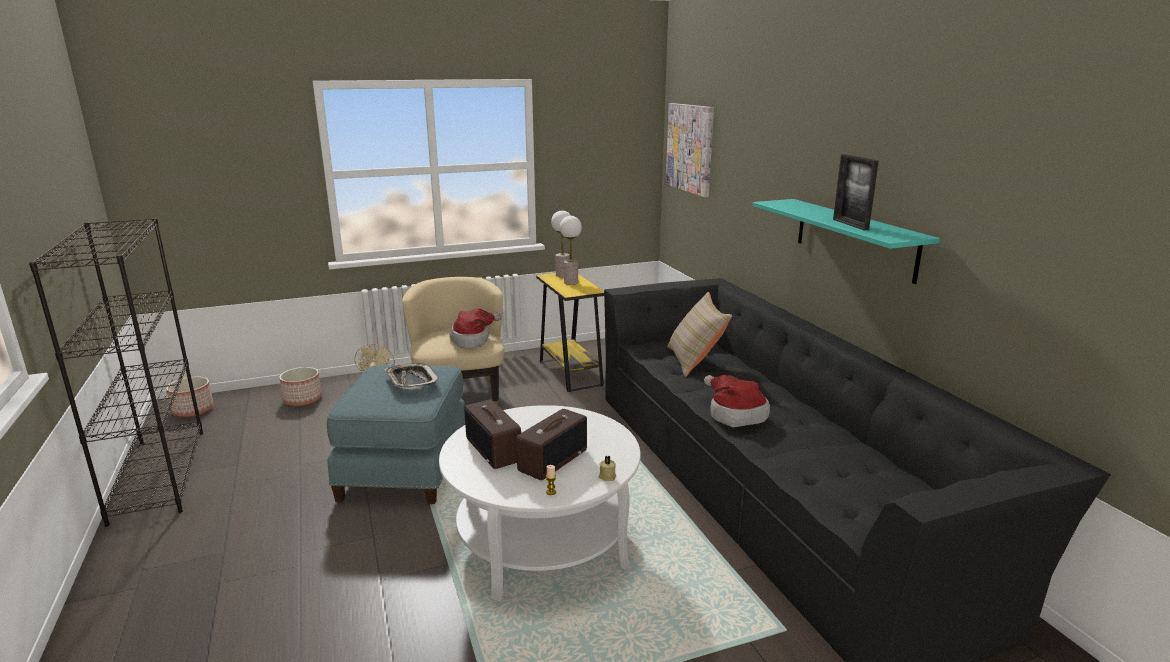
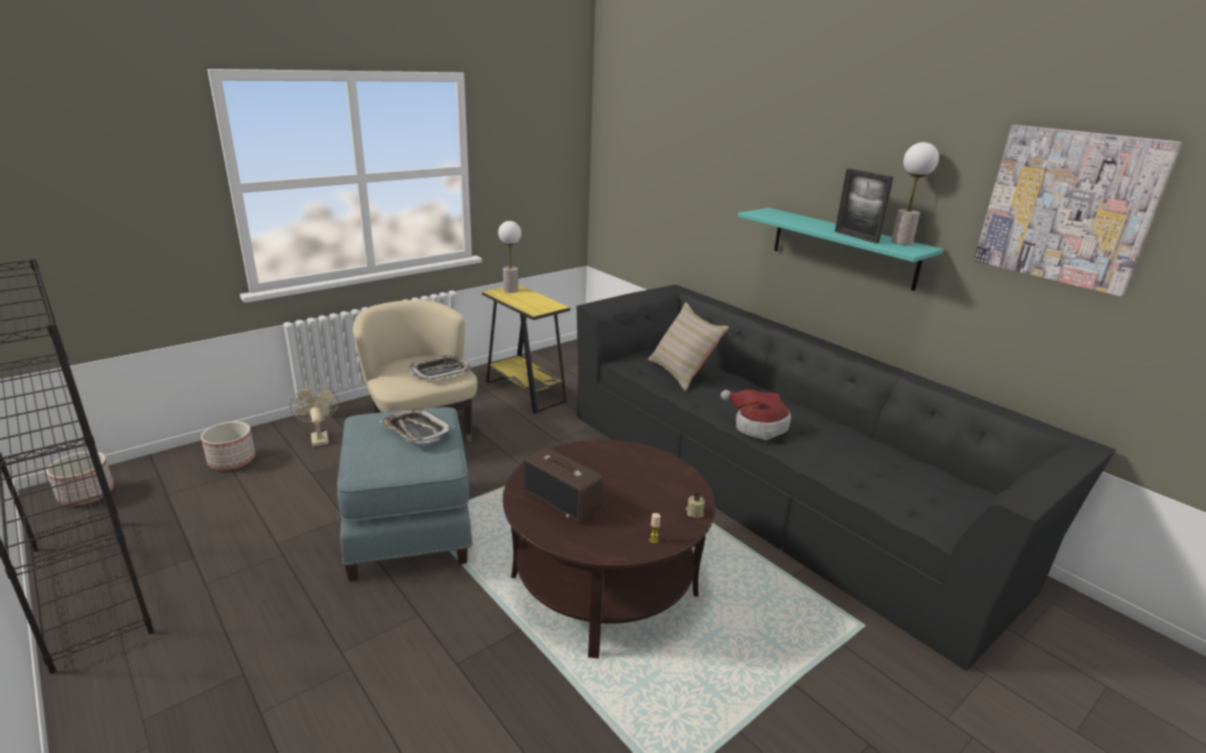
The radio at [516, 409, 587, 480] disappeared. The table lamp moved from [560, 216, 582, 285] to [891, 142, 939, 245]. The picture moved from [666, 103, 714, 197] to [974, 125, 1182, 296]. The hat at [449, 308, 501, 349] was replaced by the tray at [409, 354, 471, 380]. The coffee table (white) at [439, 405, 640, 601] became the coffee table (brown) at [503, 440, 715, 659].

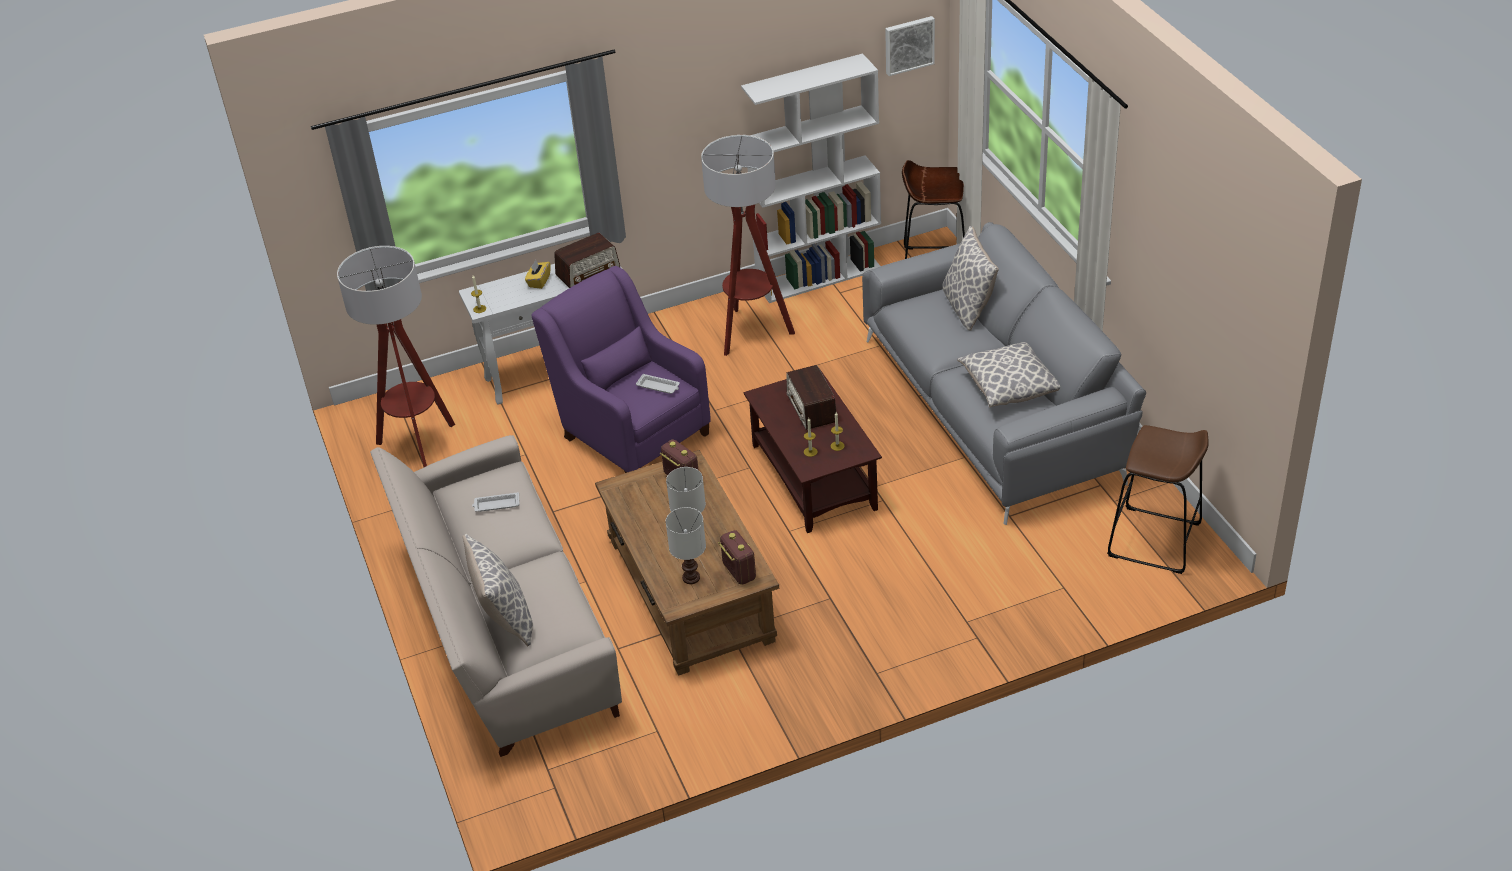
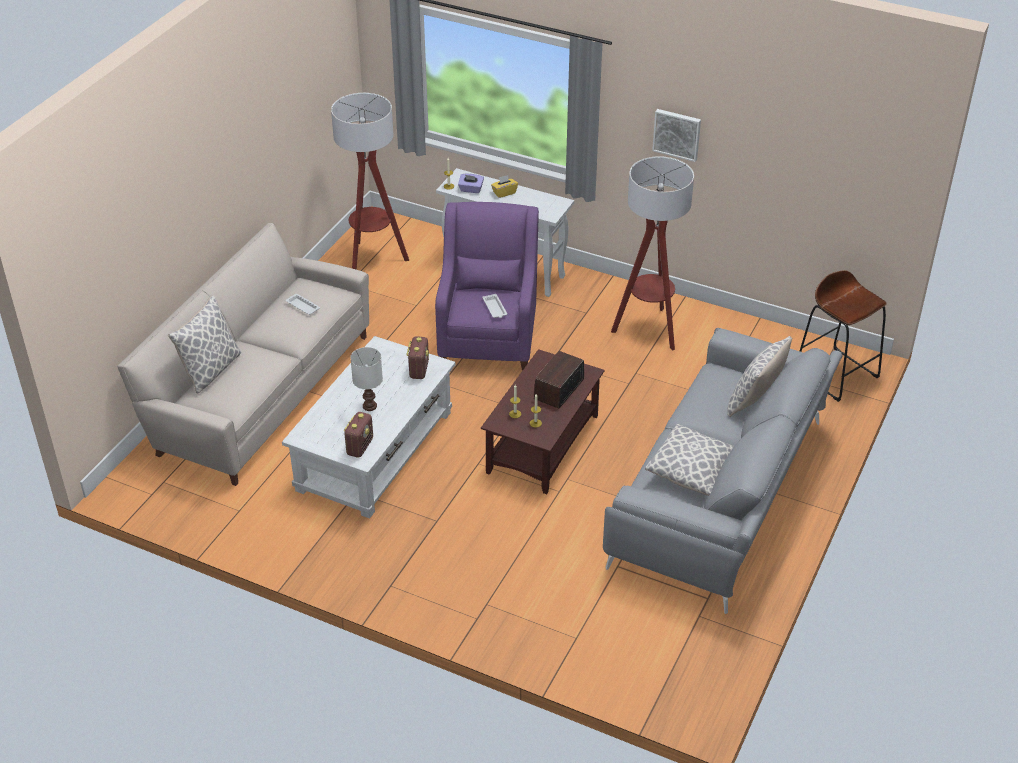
The radio at [554, 233, 620, 288] disappeared. The table lamp (white) at [666, 507, 706, 584] disappeared. The bookcase (white) at [741, 54, 881, 303] disappeared. The stool (brown) at [1107, 425, 1209, 574] disappeared. The tissue box (purple) at [458, 174, 484, 193] appeared. The picture moved from [885, 16, 935, 76] to [652, 109, 701, 162]. The coffee table (brown) at [595, 450, 779, 676] became the coffee table (white) at [282, 336, 456, 519].

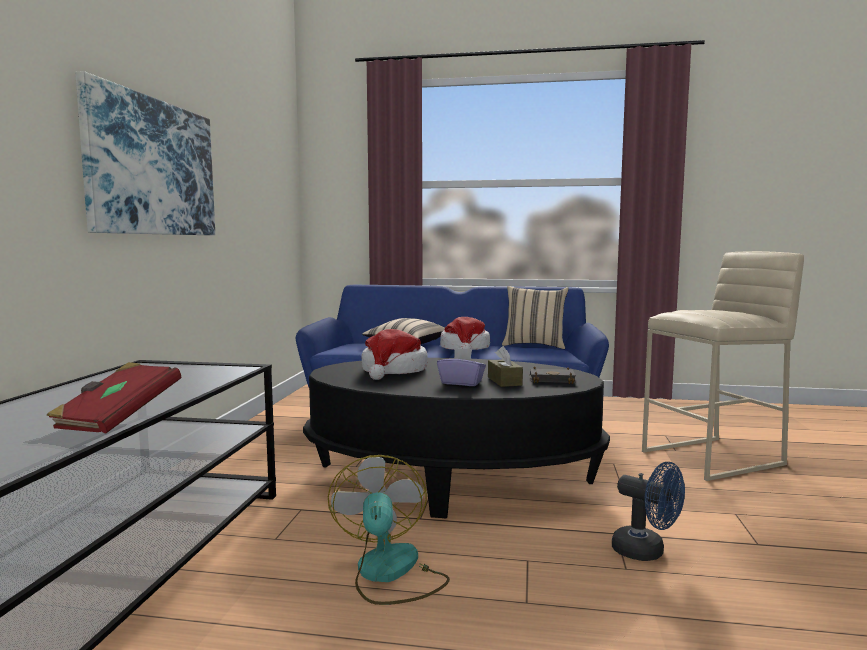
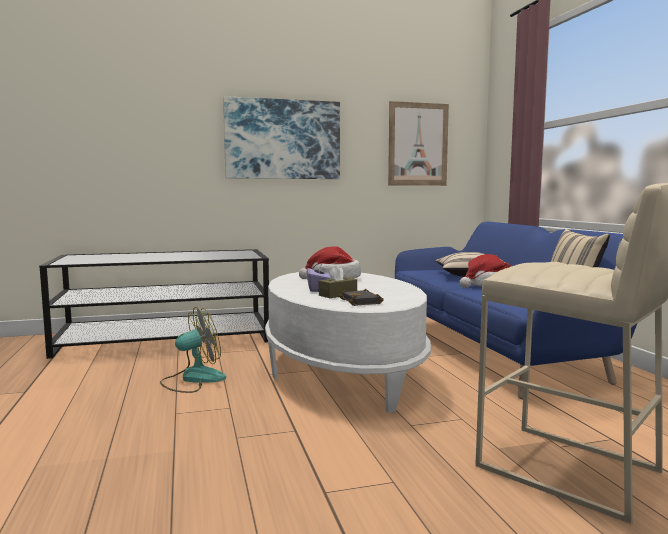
The book (red) at [46, 362, 181, 433] disappeared. The fan (blue) at [612, 462, 685, 561] disappeared. The picture at [388, 101, 449, 186] appeared. The coffee table (black) at [303, 358, 610, 518] became the coffee table (white) at [265, 272, 431, 413].

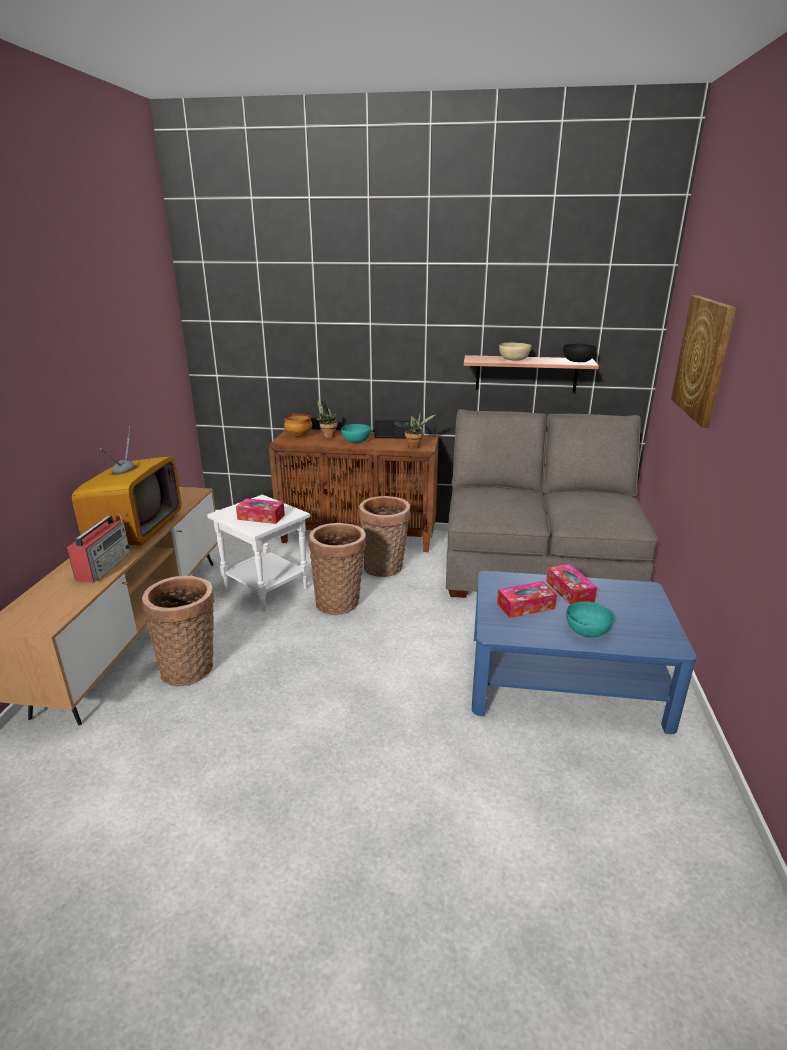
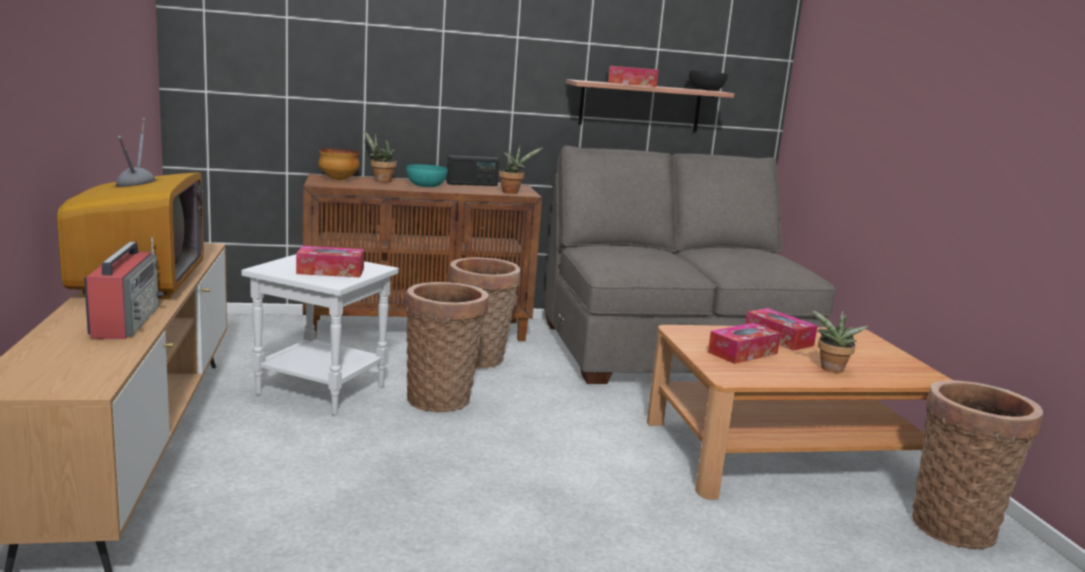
The picture at [671, 295, 736, 428] disappeared. The basket moved from [142, 576, 215, 686] to [912, 380, 1043, 549]. The bowl (beige) at [499, 343, 531, 361] was replaced by the tissue box at [608, 66, 659, 87]. The bowl (turquoise) at [566, 601, 613, 637] was replaced by the potted plant at [811, 310, 869, 373]. The coffee table (blue) at [472, 571, 697, 734] became the coffee table (brown) at [647, 325, 952, 500].

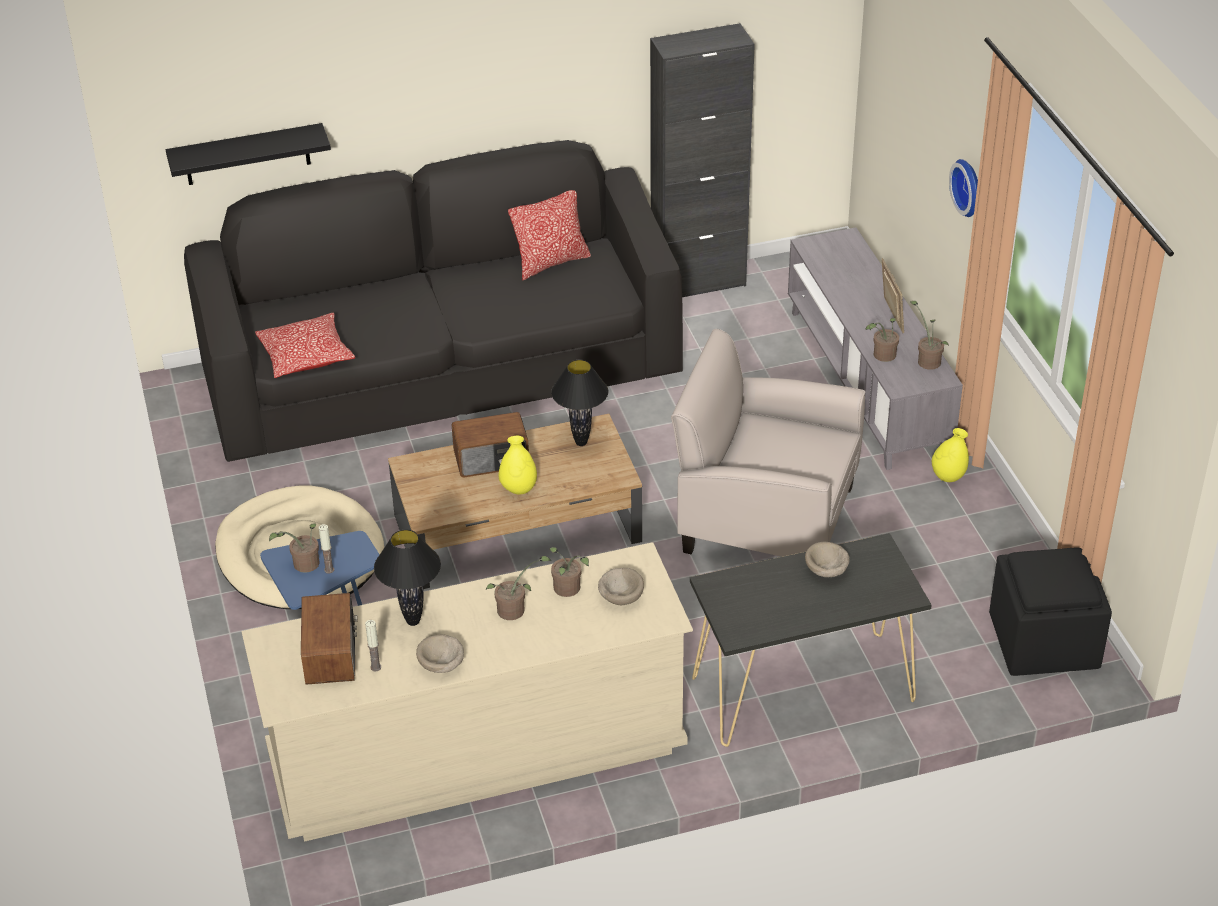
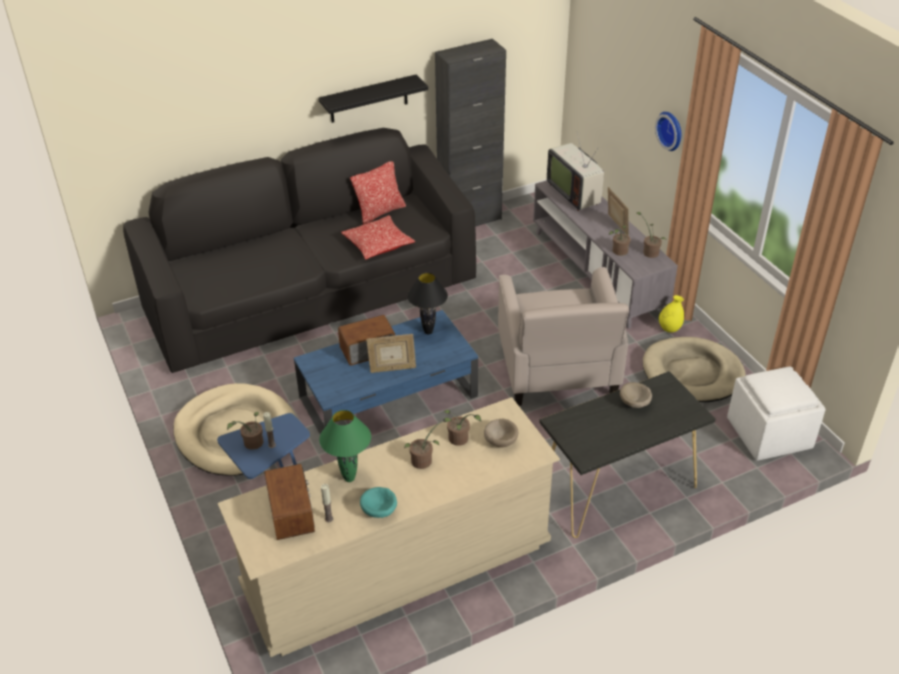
The television at [547, 133, 604, 211] appeared. The dog bed (beige) at [643, 337, 745, 402] appeared. The shelf (black) moved from [166, 123, 331, 185] to [319, 75, 428, 123]. The pillow moved from [255, 313, 355, 378] to [341, 215, 415, 260]. The vase (yellow) at [499, 436, 537, 495] was replaced by the picture frame at [366, 334, 416, 373]. The table lamp (black) at [374, 529, 441, 626] became the table lamp (green) at [319, 410, 371, 482]. The coffee table (brown) at [388, 414, 642, 589] became the coffee table (blue) at [294, 310, 478, 434]. The bowl (beige) at [416, 635, 464, 673] became the bowl (turquoise) at [360, 487, 397, 518]. The ottoman (black) at [989, 548, 1112, 676] became the ottoman (white) at [727, 367, 826, 461]. The armchair (beige) at [671, 329, 865, 557] turned 105 degrees counterclockwise.

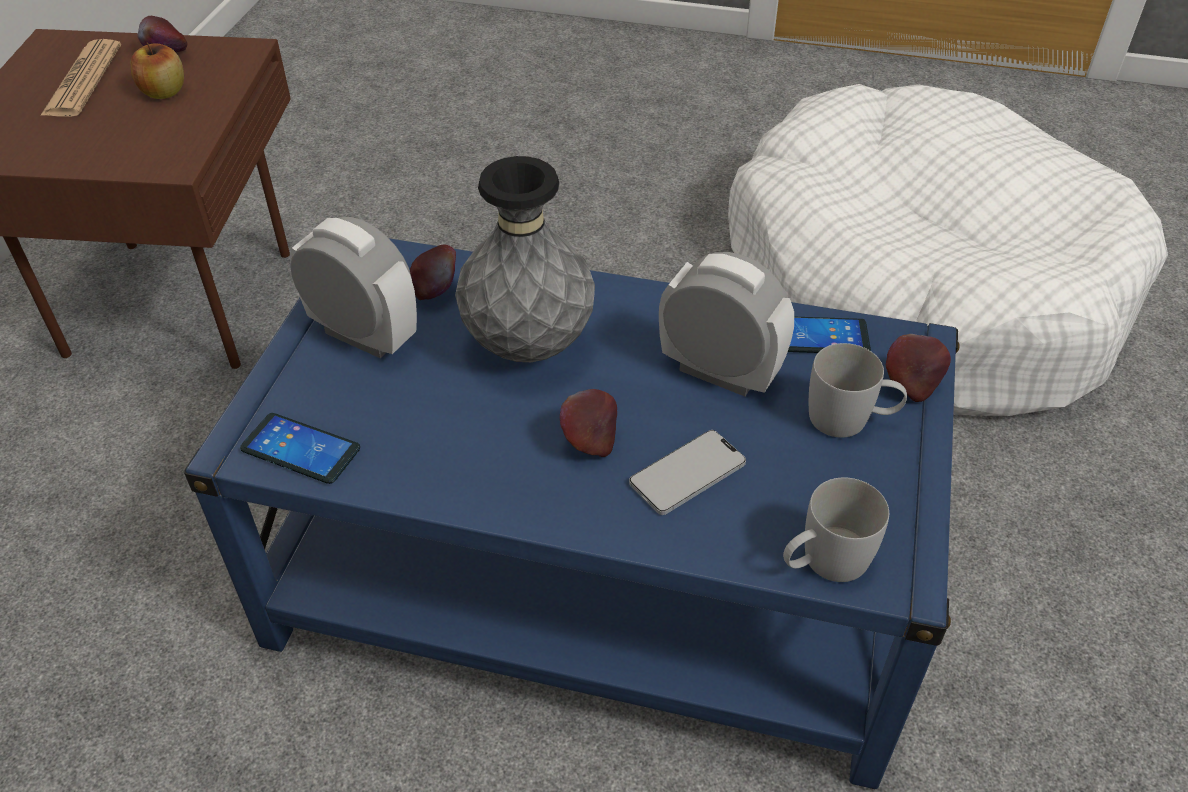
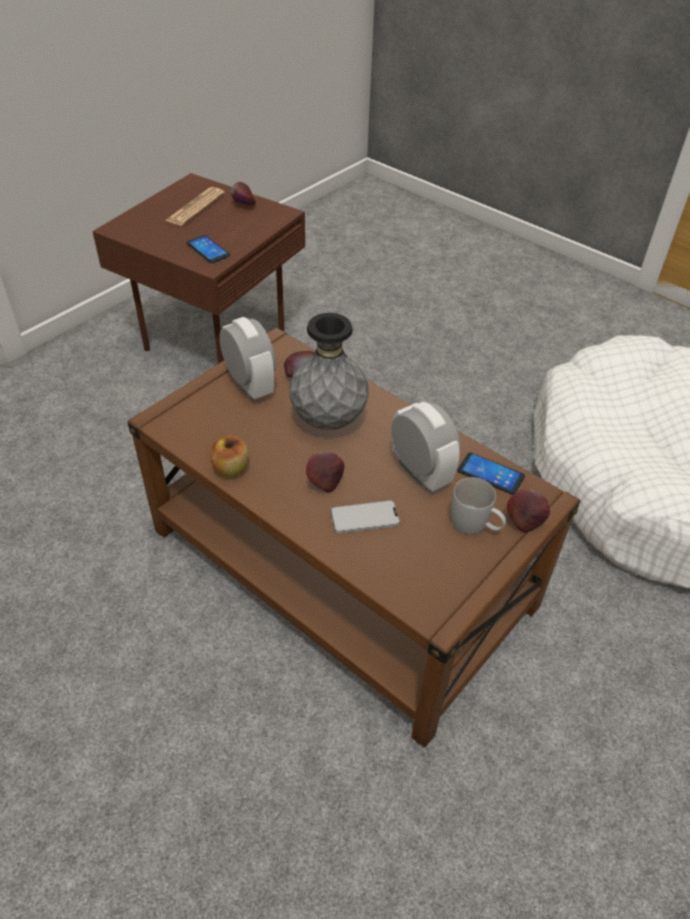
The mug (white) at [783, 477, 889, 582] disappeared. The apple moved from [131, 43, 184, 99] to [210, 435, 249, 477]. The phone moved from [240, 413, 360, 484] to [186, 235, 230, 263]. The coffee table (blue) at [184, 238, 960, 789] became the coffee table (brown) at [127, 328, 580, 748].

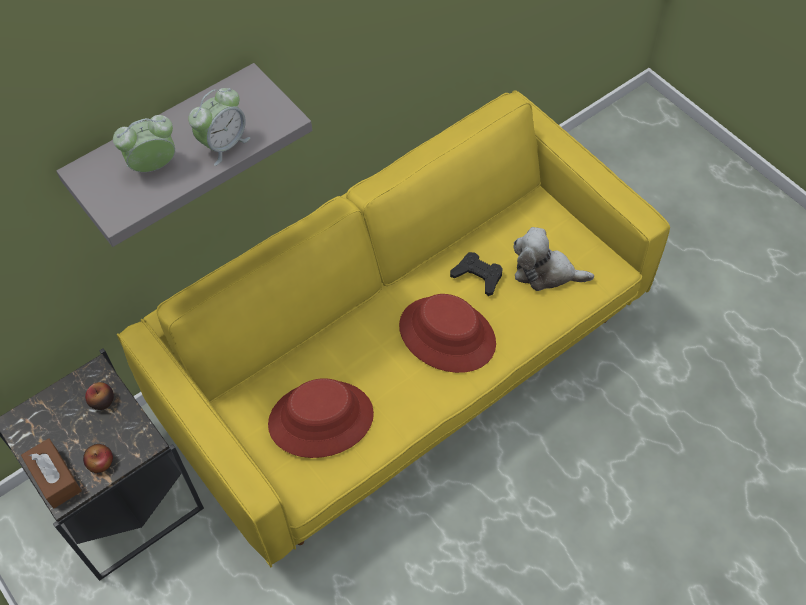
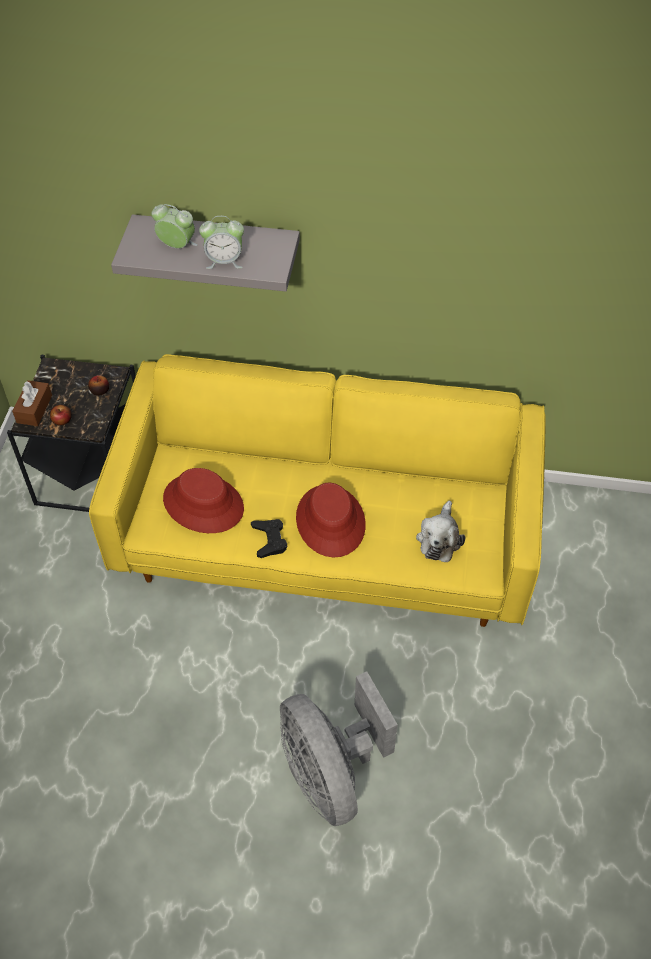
The fan (grey) at [280, 671, 398, 826] appeared. The game controller (black) moved from [450, 252, 503, 296] to [251, 519, 287, 558]. The plush toy at [514, 227, 594, 291] turned 135 degrees counterclockwise.

